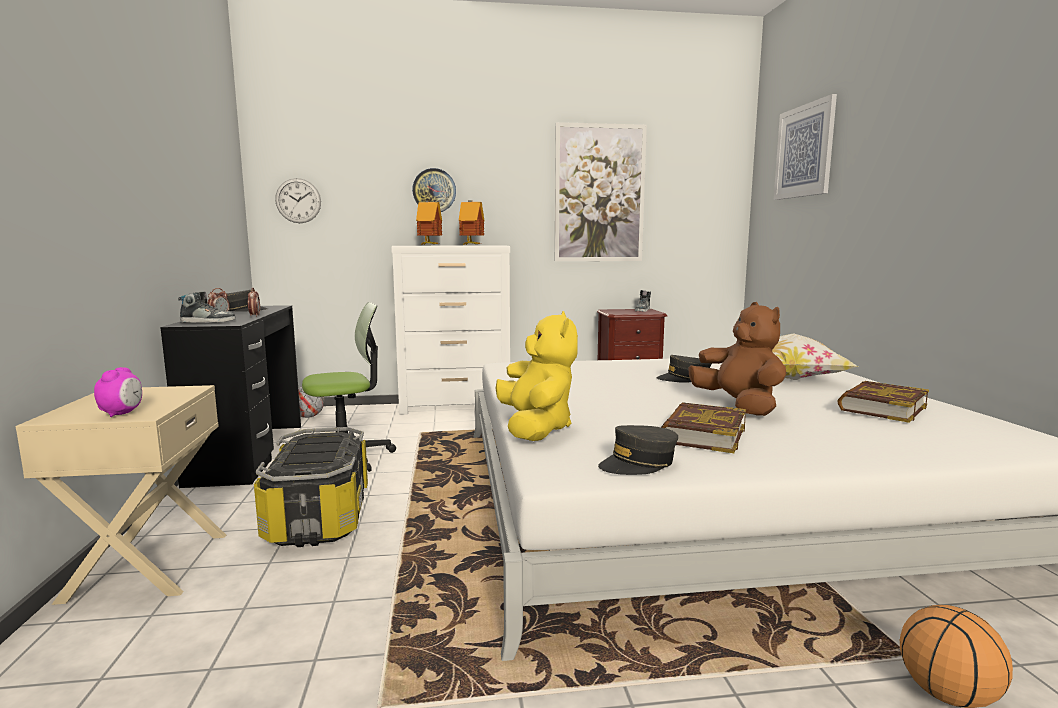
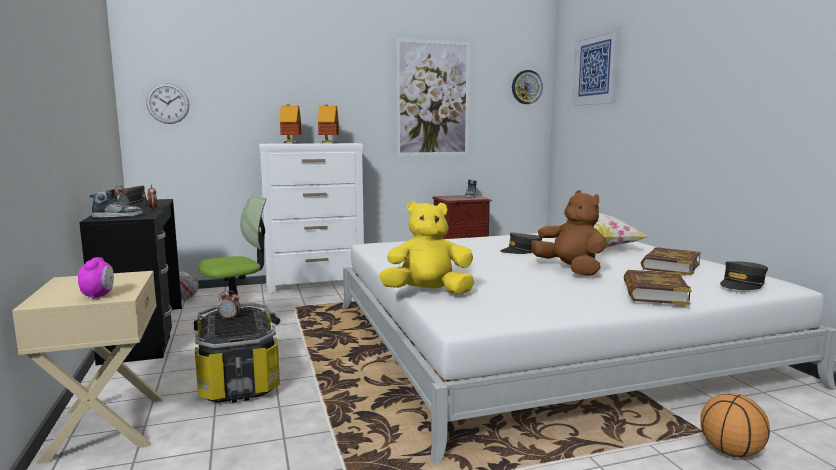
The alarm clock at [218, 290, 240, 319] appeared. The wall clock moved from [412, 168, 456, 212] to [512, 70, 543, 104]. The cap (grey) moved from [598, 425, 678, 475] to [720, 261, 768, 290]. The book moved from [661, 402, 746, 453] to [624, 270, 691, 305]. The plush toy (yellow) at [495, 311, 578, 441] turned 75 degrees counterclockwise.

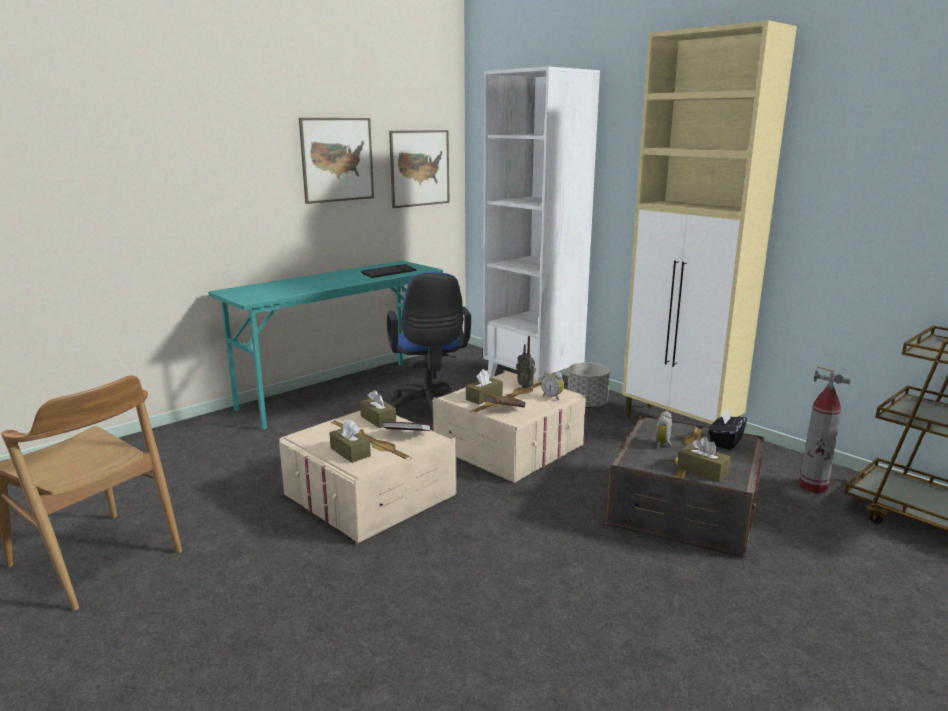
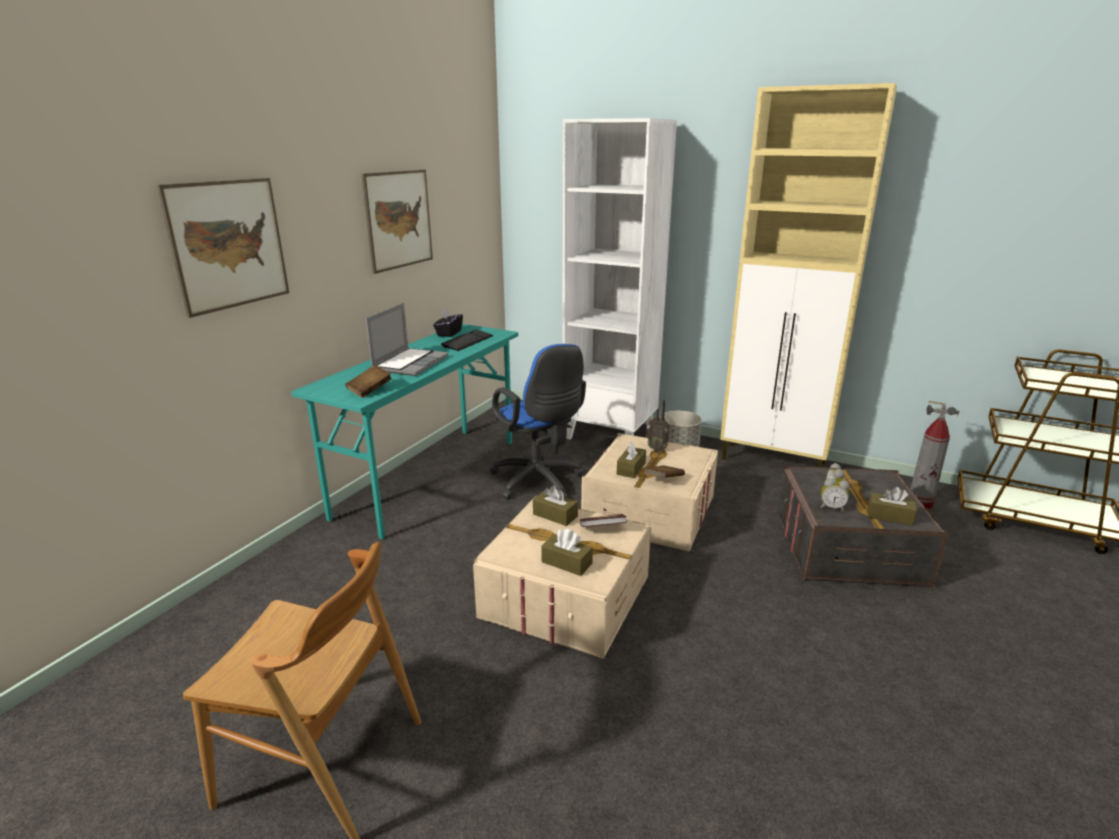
The book (brown) at [345, 365, 392, 398] appeared. The laptop at [366, 303, 448, 376] appeared. The picture moved from [389, 130, 449, 208] to [156, 178, 289, 318]. The alarm clock moved from [541, 369, 564, 400] to [821, 478, 849, 512]. The tissue box (black) moved from [708, 408, 747, 450] to [433, 308, 463, 337].

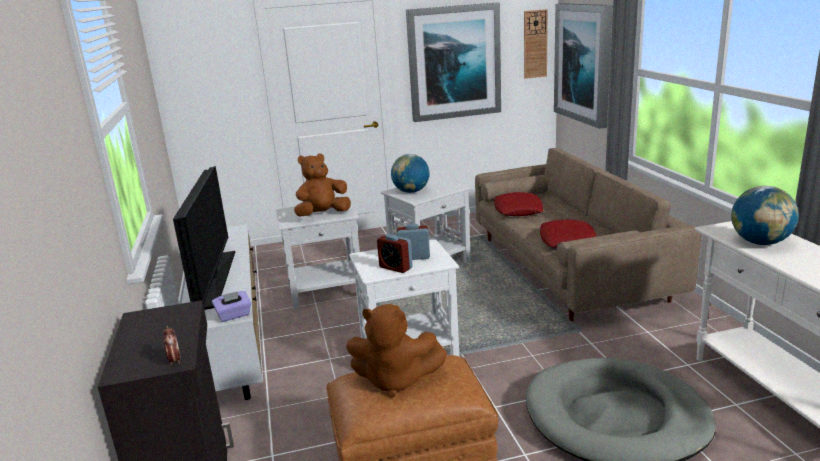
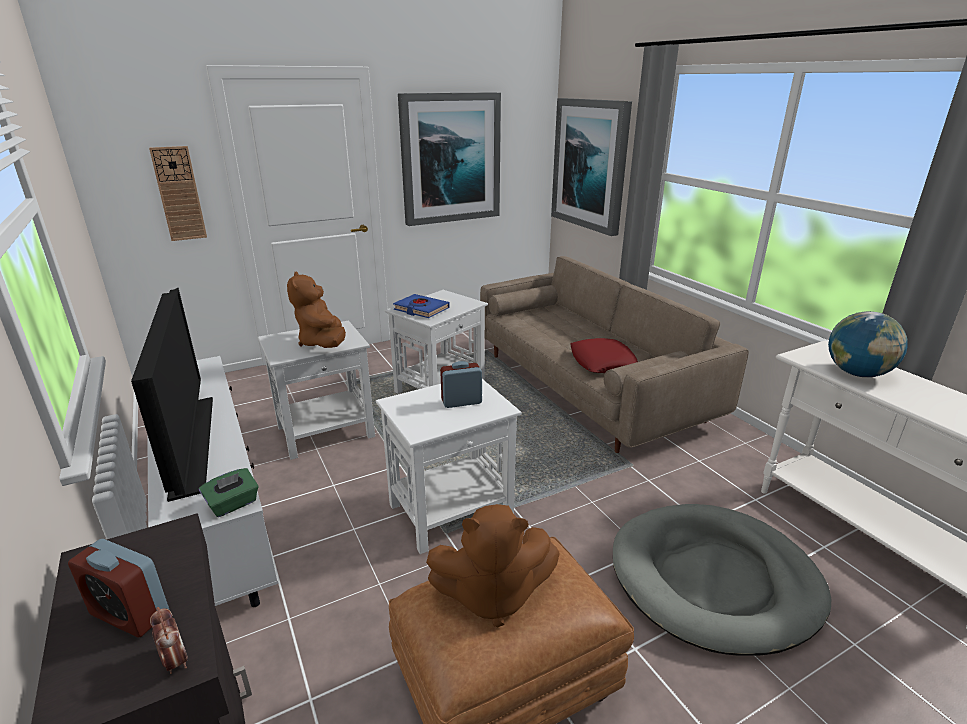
The pillow (red) at [494, 192, 543, 216] disappeared. The alarm clock moved from [377, 234, 413, 273] to [68, 539, 169, 637]. The wall clock moved from [524, 9, 548, 79] to [149, 146, 207, 241]. The globe at [391, 154, 430, 193] was replaced by the book (blue) at [393, 294, 450, 318]. The tissue box (purple) at [212, 291, 251, 322] became the tissue box (green) at [199, 468, 258, 517]. The plush toy (brown) at [294, 153, 351, 217] turned 60 degrees counterclockwise.

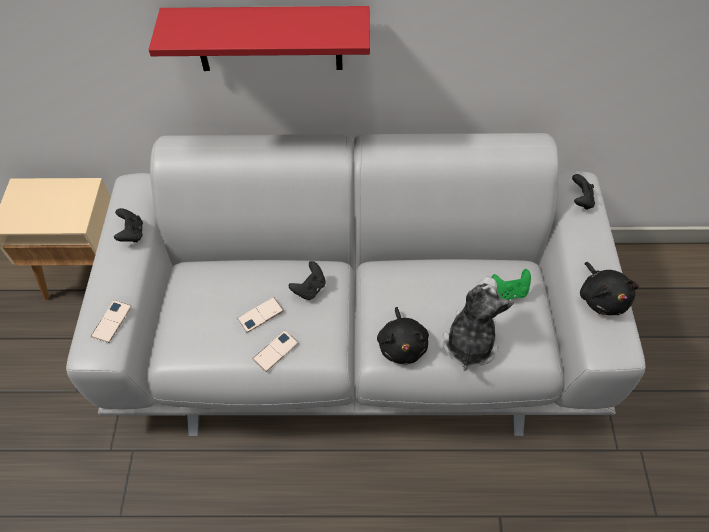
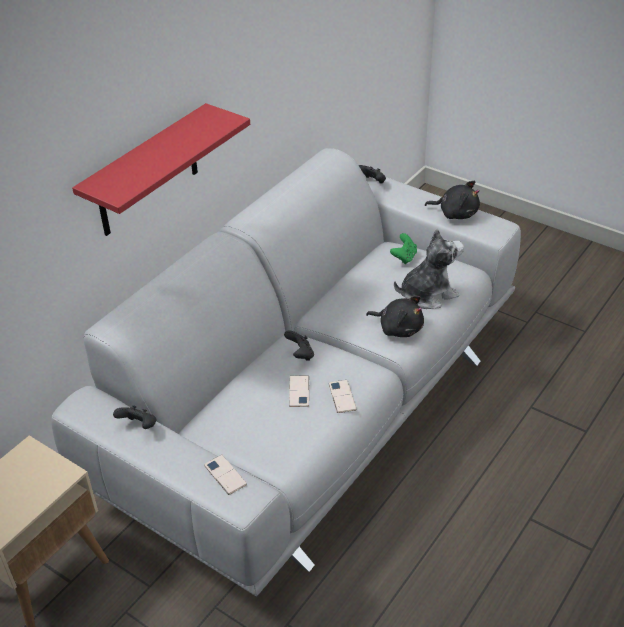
The plush toy at [442, 277, 514, 371] turned 105 degrees clockwise.

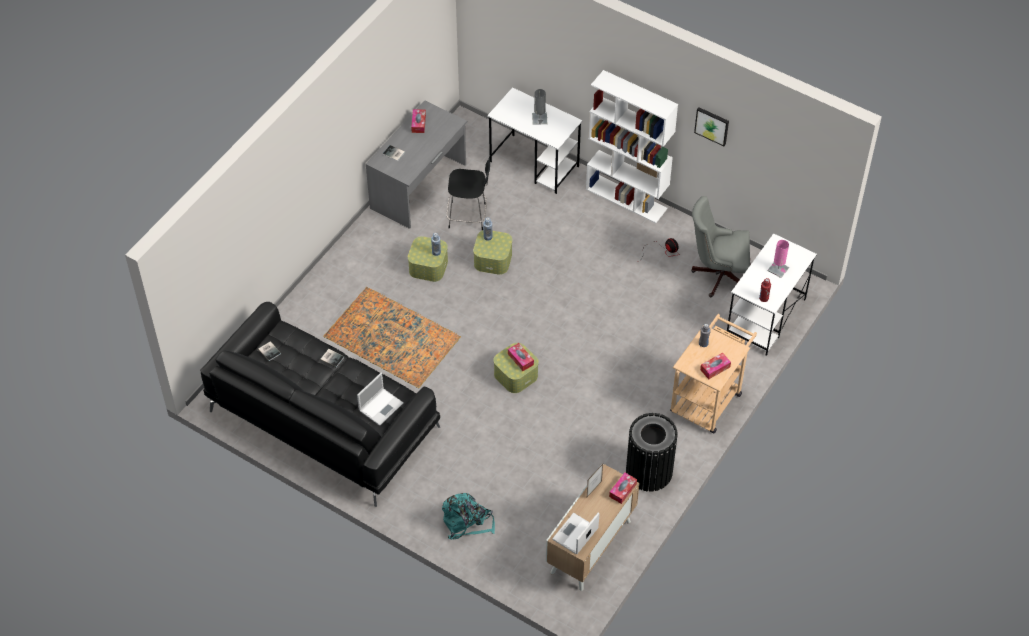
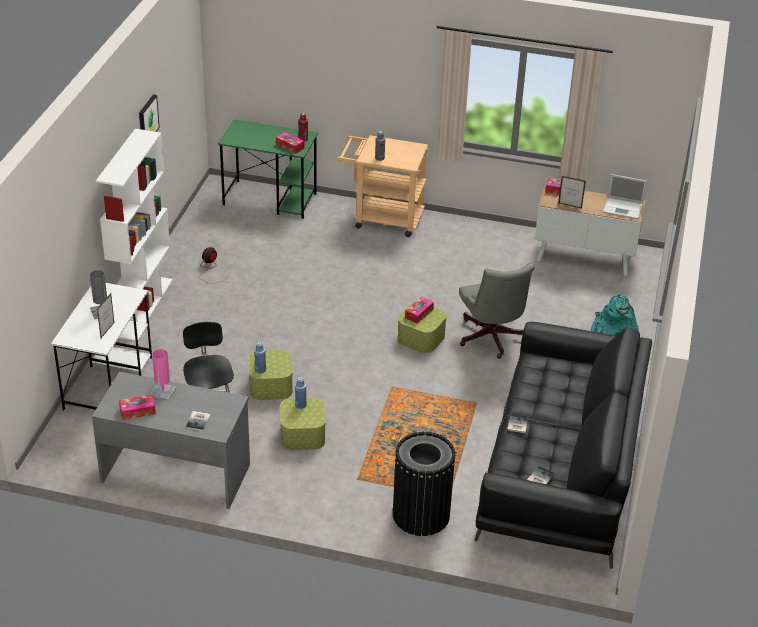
The laptop at [357, 373, 403, 426] disappeared. The picture frame at [97, 293, 115, 338] appeared. The trash can (black) moved from [626, 413, 678, 492] to [393, 432, 455, 536]. The office chair (grey) moved from [691, 196, 751, 297] to [459, 262, 534, 359]. The tissue box moved from [700, 352, 731, 379] to [276, 132, 305, 154]. The table lamp (pink) moved from [768, 240, 789, 278] to [150, 349, 177, 401]. The desk (white) at [727, 233, 817, 356] became the desk (green) at [218, 119, 318, 219].

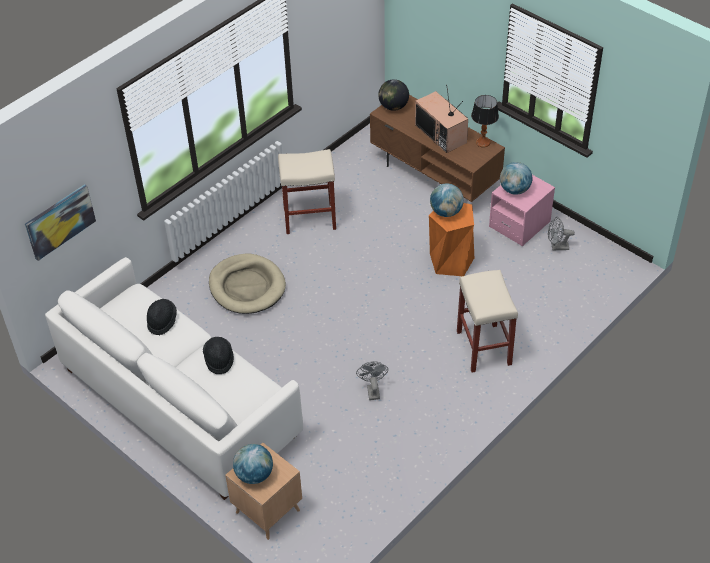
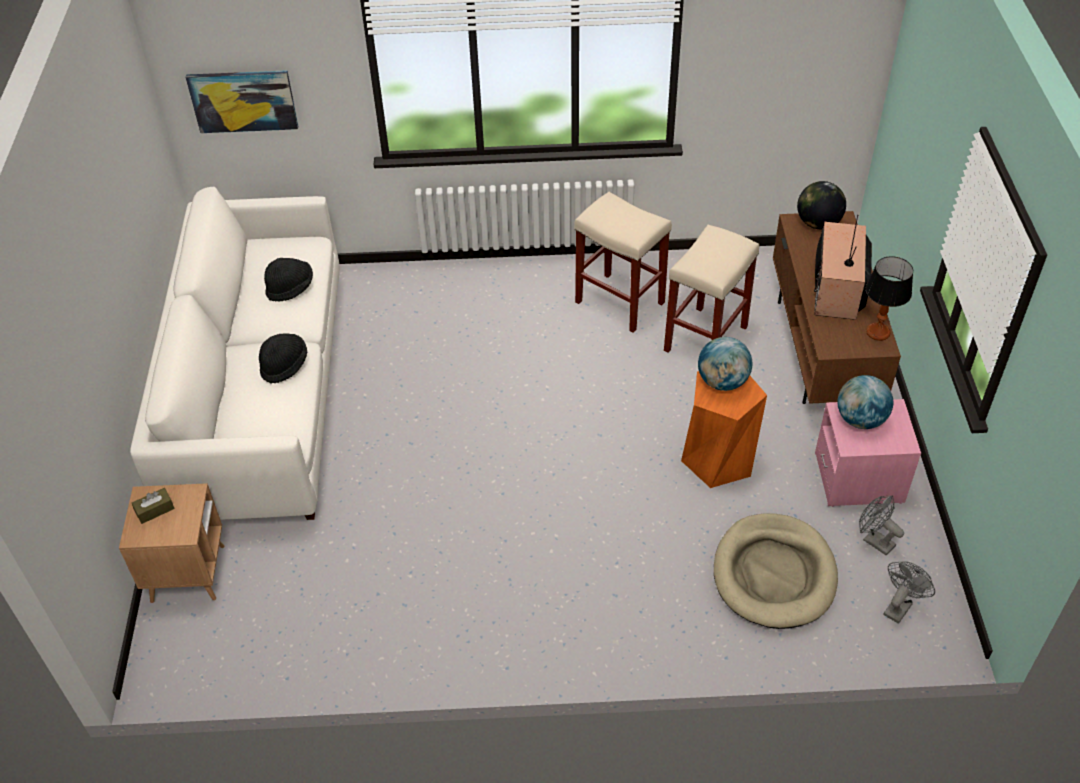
The dog bed (beige) moved from [209, 254, 286, 314] to [714, 513, 838, 629]. The fan (grey) moved from [356, 361, 388, 400] to [883, 561, 935, 624]. The stool (beige) moved from [457, 270, 518, 373] to [664, 225, 759, 353]. The globe at [233, 444, 273, 484] was replaced by the tissue box (brown) at [132, 488, 175, 524].

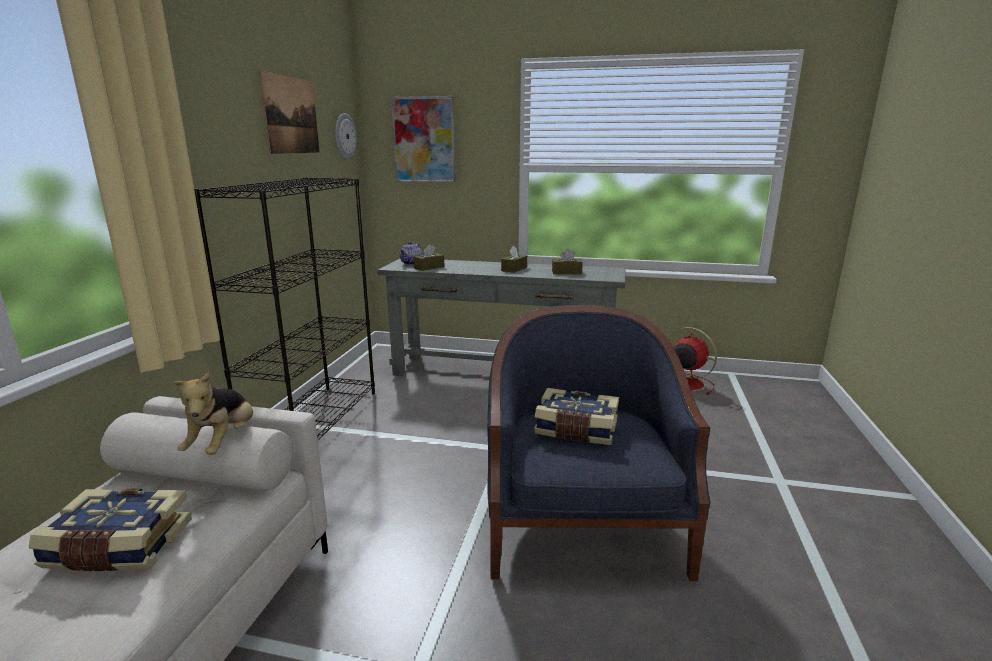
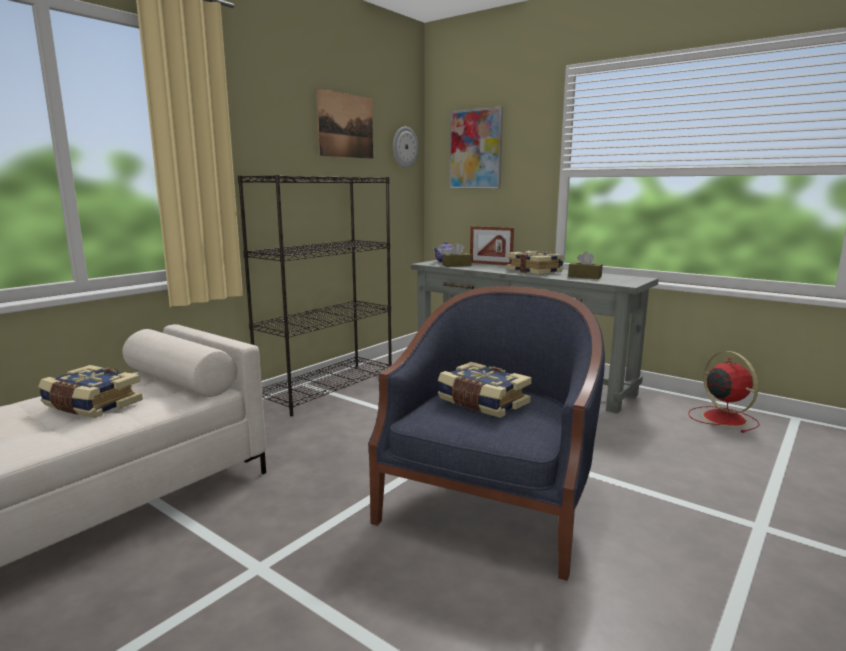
The plush toy at [174, 372, 253, 455] disappeared. The picture frame at [470, 226, 514, 265] appeared. The tissue box (brown) at [501, 245, 527, 273] was replaced by the book at [506, 251, 564, 275].

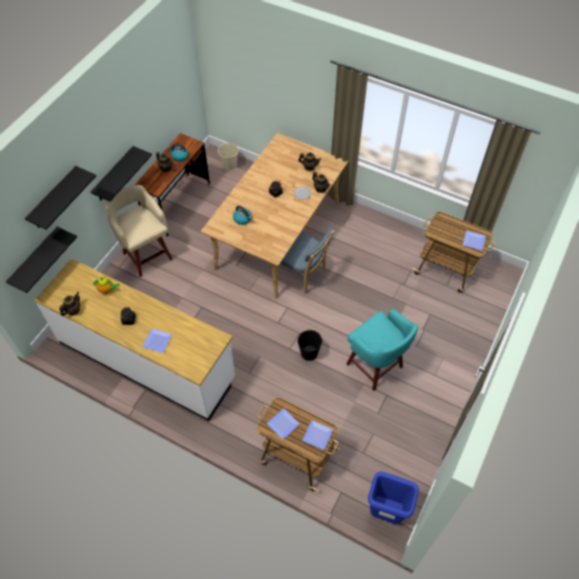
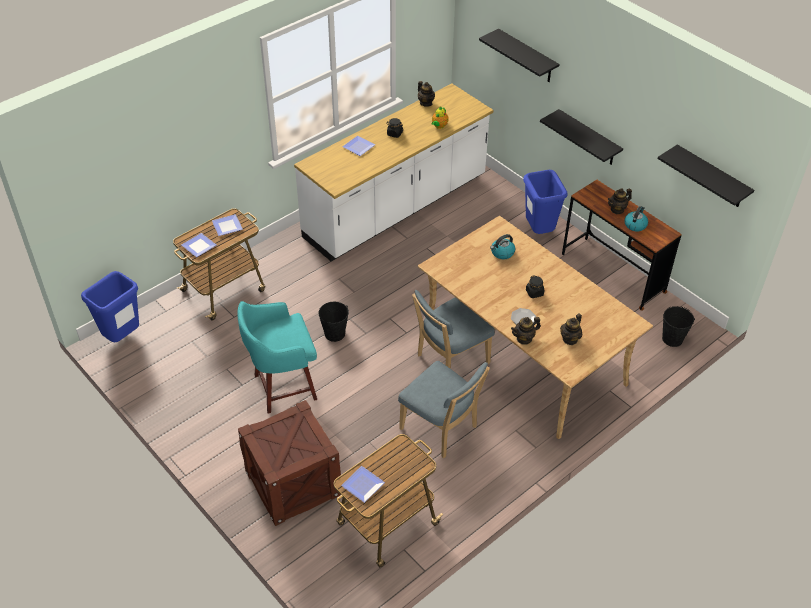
The crate at [238, 400, 341, 526] appeared. The chair (blue) at [398, 361, 490, 458] appeared. The shelf (black) moved from [6, 227, 77, 293] to [658, 144, 754, 207]. The stool (beige) at [105, 185, 173, 277] was replaced by the trash can (blue) at [523, 170, 568, 234]. The bucket (beige) at [218, 142, 238, 171] became the bucket (black) at [662, 306, 695, 347].

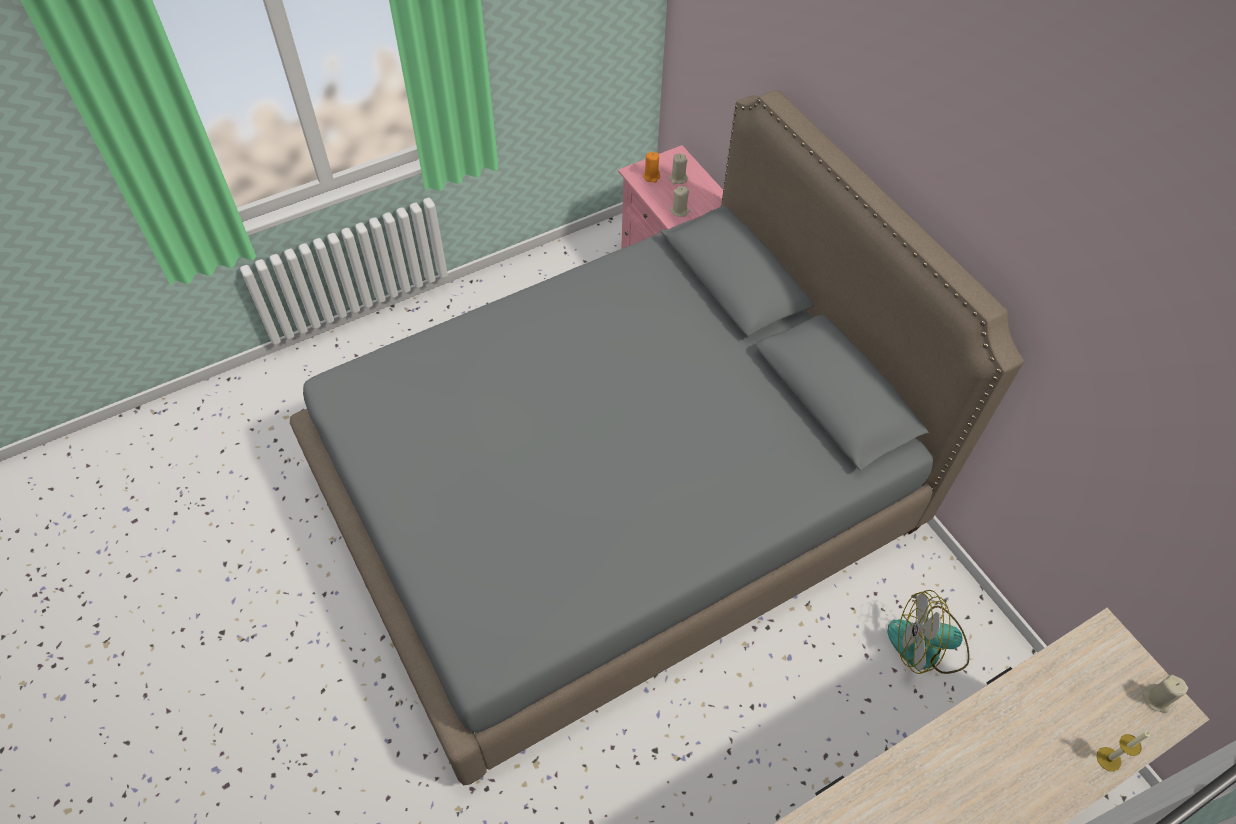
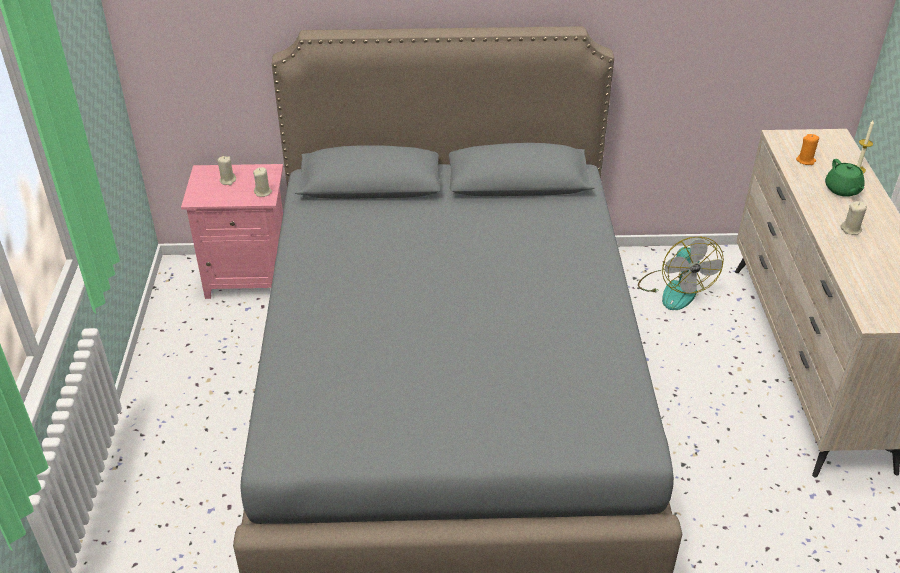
The teapot (green) at [825, 159, 865, 197] appeared. The candle (orange) moved from [643, 152, 660, 183] to [796, 134, 819, 165]. The candle (beige) moved from [1143, 675, 1188, 713] to [841, 201, 867, 235]. The fan at [887, 590, 970, 674] turned 45 degrees counterclockwise.

